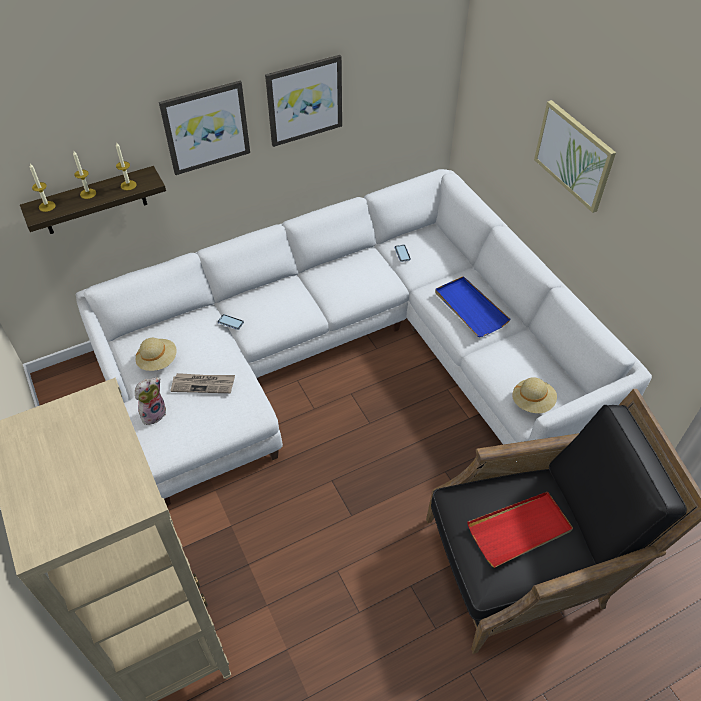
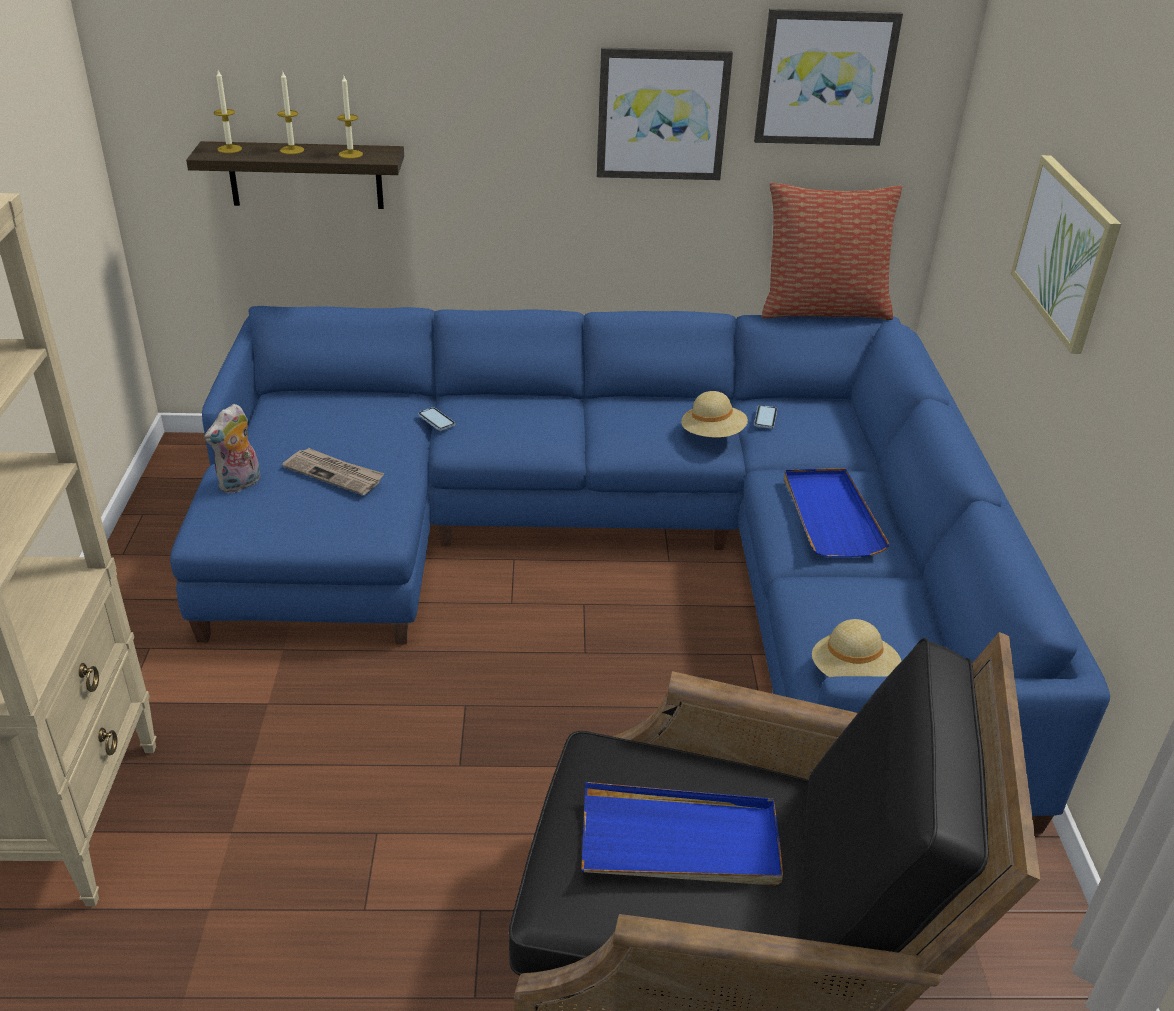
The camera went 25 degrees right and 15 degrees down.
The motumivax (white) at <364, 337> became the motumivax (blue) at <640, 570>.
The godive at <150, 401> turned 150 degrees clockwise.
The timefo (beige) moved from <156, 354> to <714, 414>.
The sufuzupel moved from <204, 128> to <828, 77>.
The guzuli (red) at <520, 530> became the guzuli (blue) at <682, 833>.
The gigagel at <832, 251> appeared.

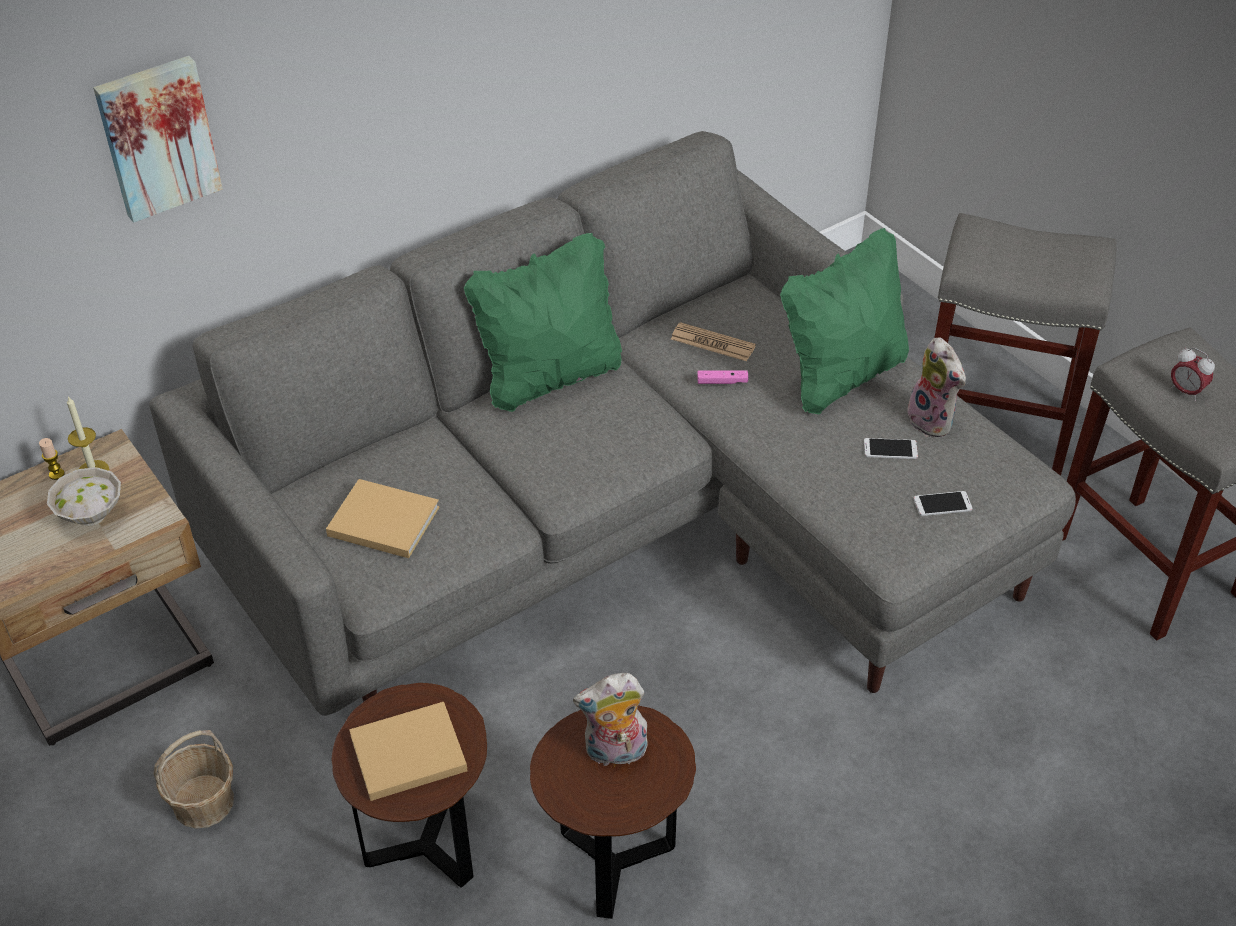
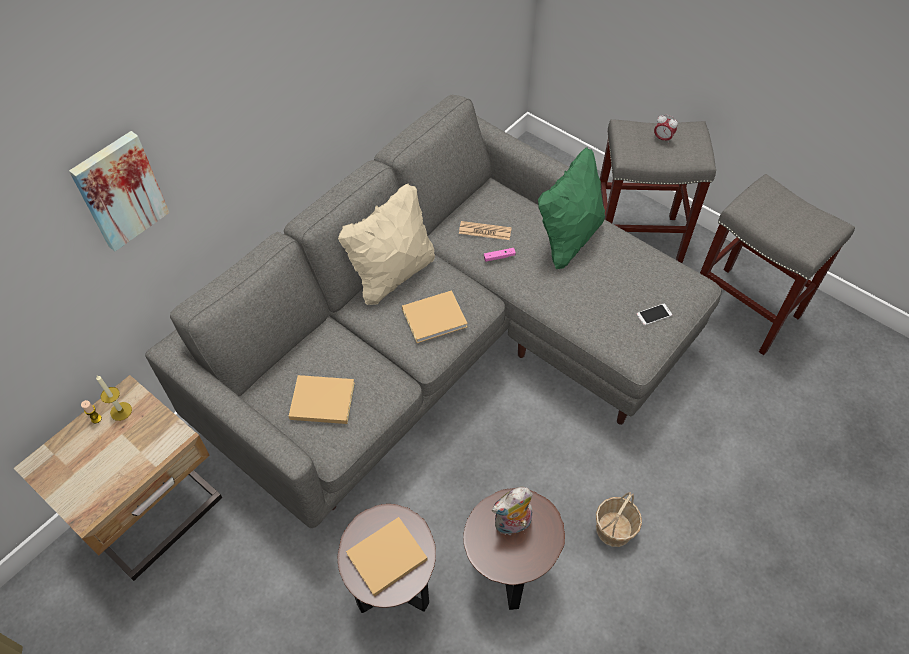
The camera went 15 degrees left and 10 degrees up.
The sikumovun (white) at <84, 496> disappeared.
The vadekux moved from <194, 779> to <619, 519>.
The gigagel (green) at <543, 322> became the gigagel (beige) at <386, 244>.
The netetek at <891, 448> disappeared.
The godive at <936, 387> disappeared.
The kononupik moved from <1193, 374> to <666, 129>.
The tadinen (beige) at <435, 316> appeared.

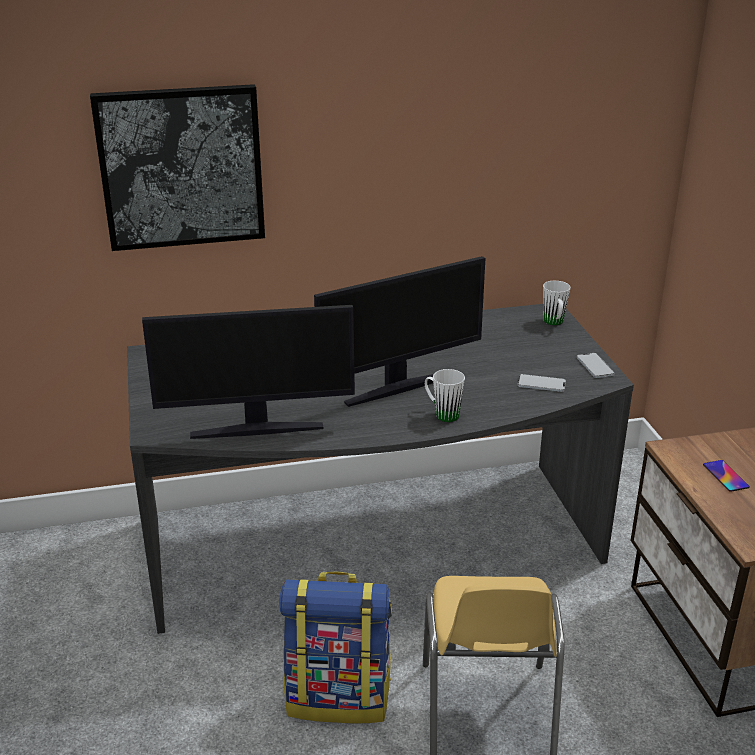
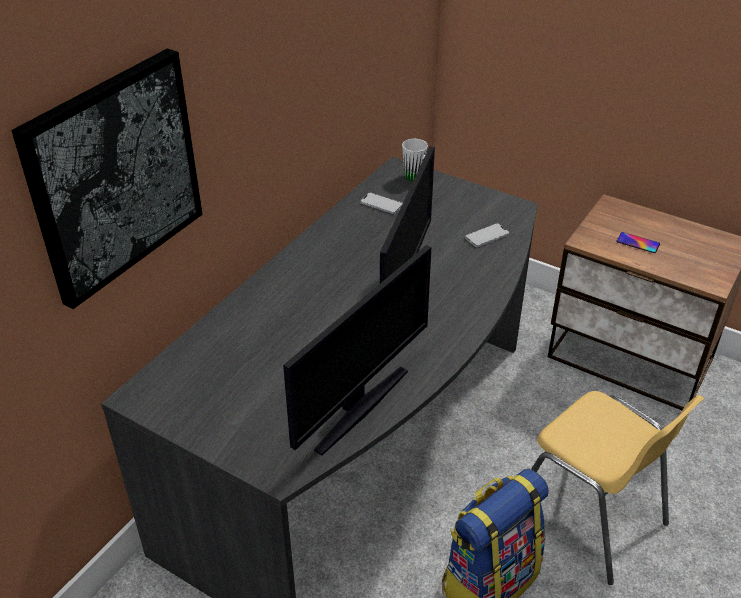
The camera went 45 degrees left and 10 degrees up.
The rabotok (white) at <445, 395> disappeared.
The netetek moved from <596, 365> to <381, 203>.

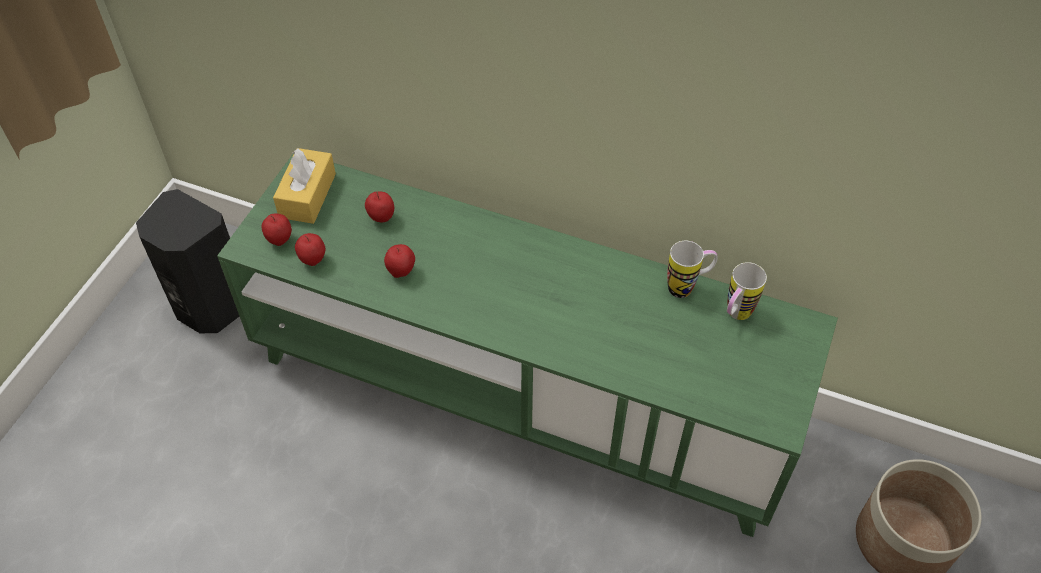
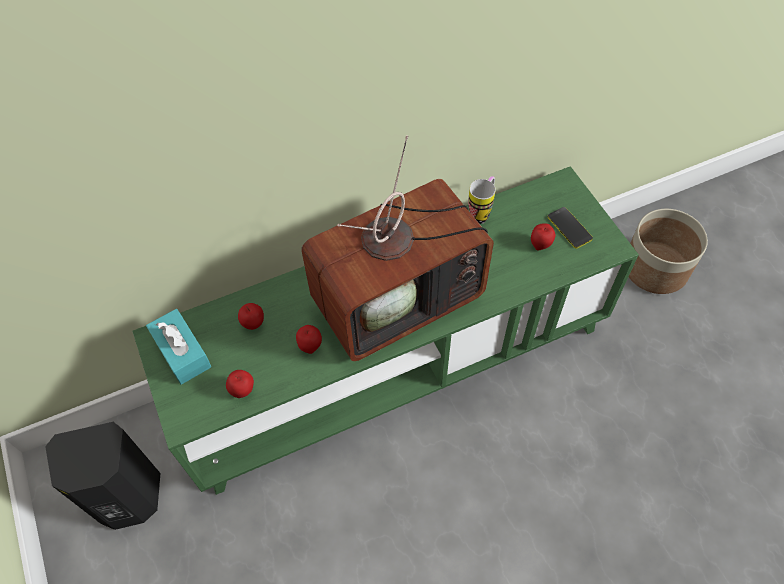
The camera went 45 degrees left and 5 degrees up.
The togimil moved from <277, 230> to <543, 236>.
The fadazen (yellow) at <304, 186> became the fadazen (turquoise) at <179, 347>.
The rabotok at <747, 291> disappeared.
The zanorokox at <397, 248> appeared.
The netetek at <570, 228> appeared.

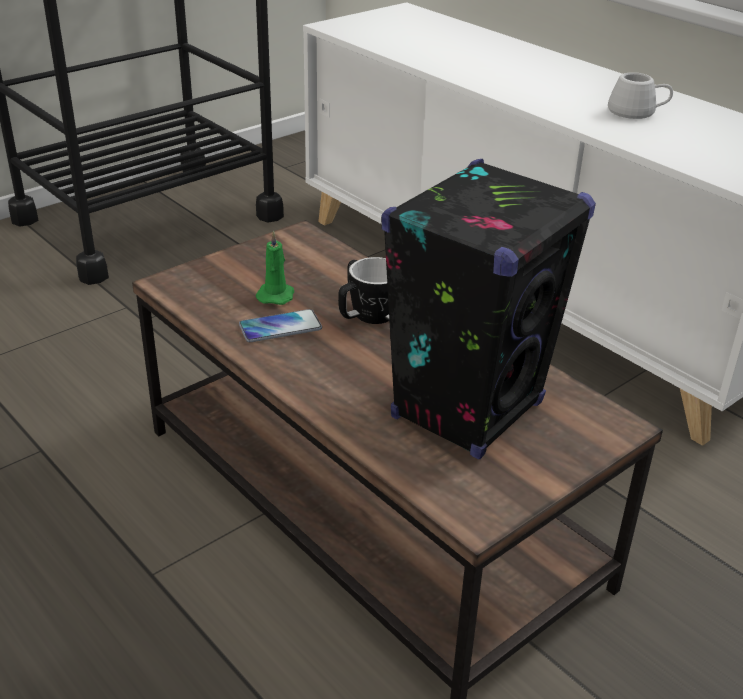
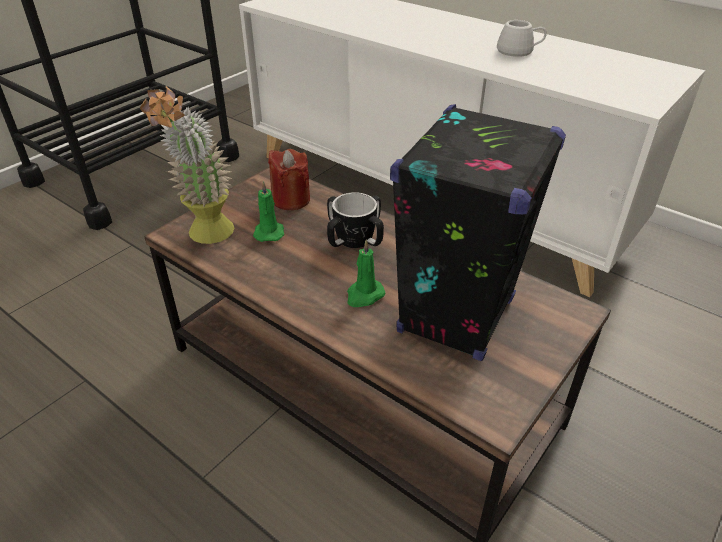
The camera went 10 degrees left and 5 degrees up.
The netetek at <280, 325> disappeared.
The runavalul at <187, 165> appeared.
The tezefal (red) at <289, 179> appeared.
The tezefal (green) at <366, 273> appeared.

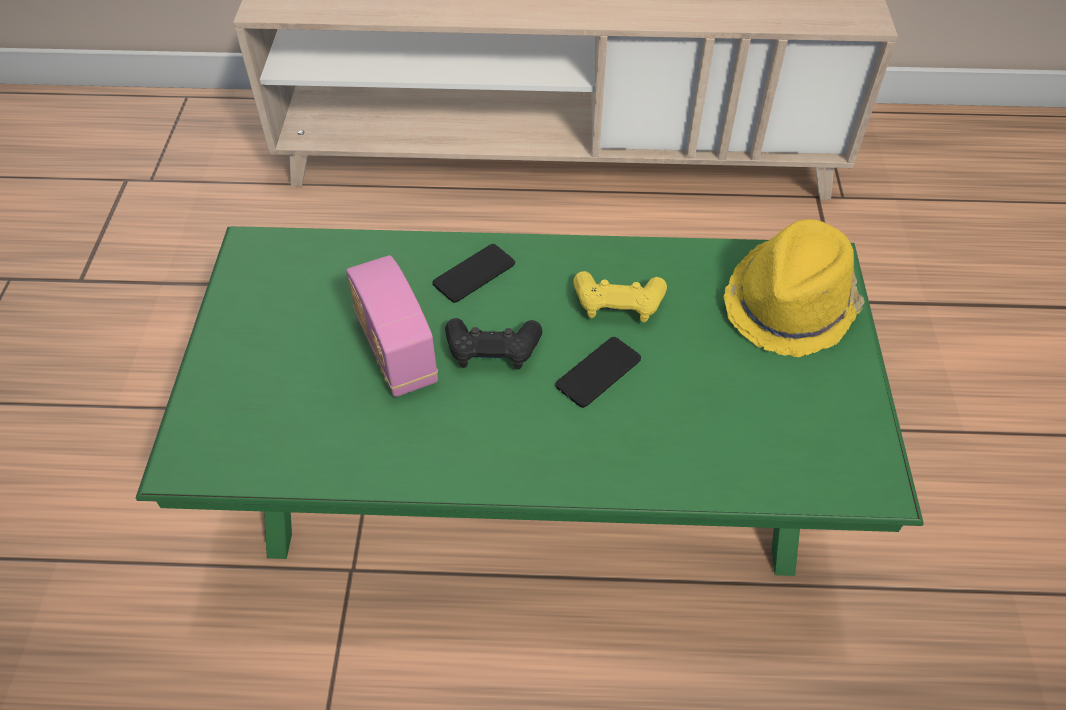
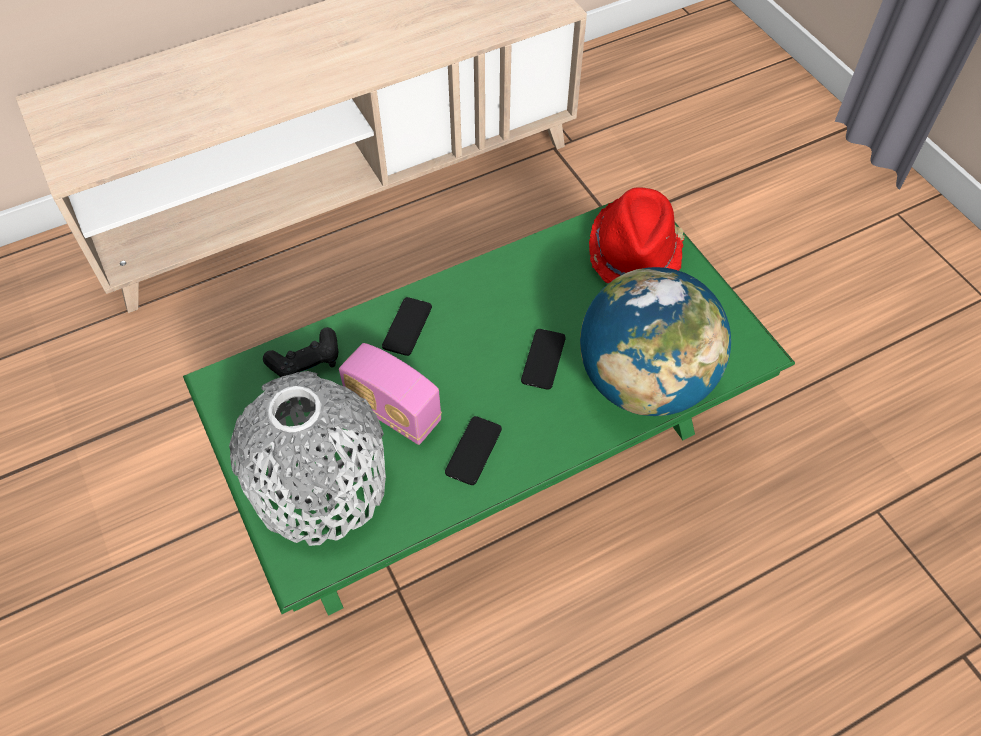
The camera went 30 degrees left and 5 degrees up.
The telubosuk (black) moved from <493, 344> to <300, 352>.
The telubosuk (yellow) at <620, 296> disappeared.
The timefo (yellow) at <794, 288> became the timefo (red) at <637, 235>.
The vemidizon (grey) at <307, 458> appeared.
The netetek at <473, 450> appeared.
The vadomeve at <655, 341> appeared.

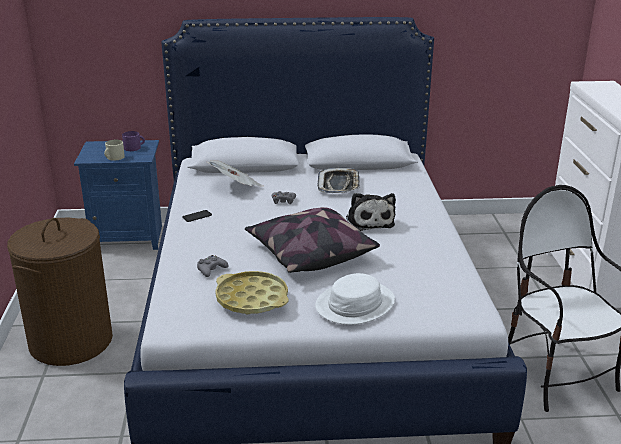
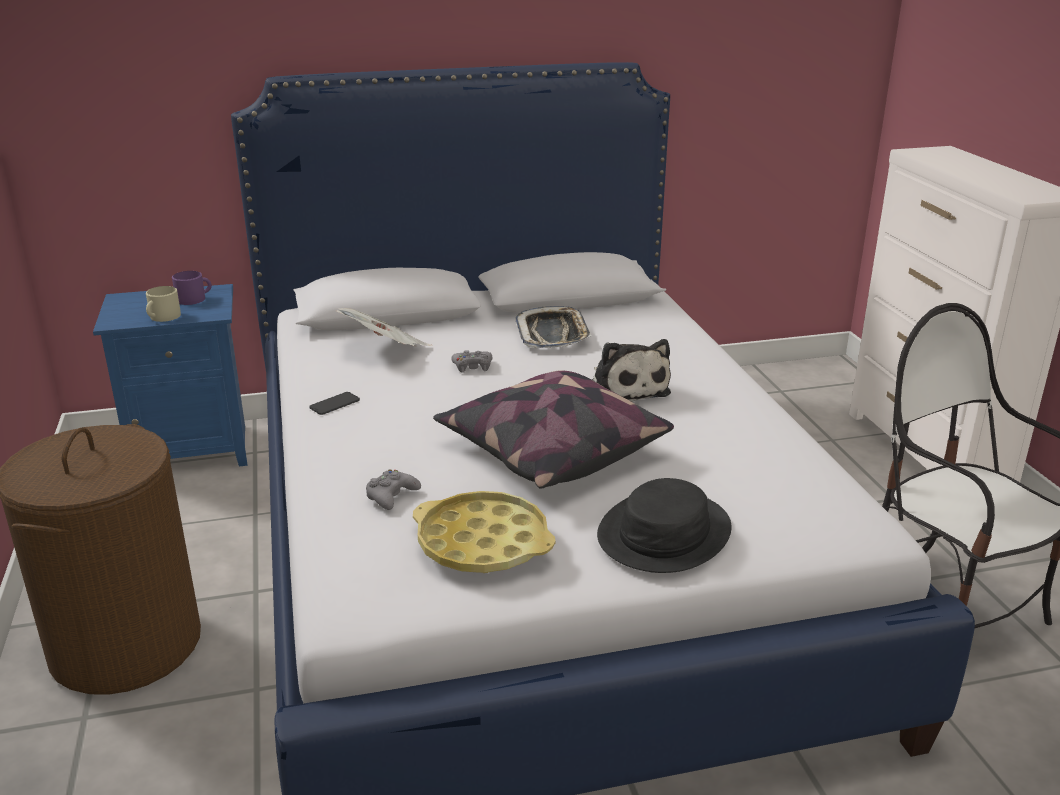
The camera went 10 degrees left and 0 degrees up.
The timefo (white) at <355, 299> became the timefo (black) at <664, 525>.

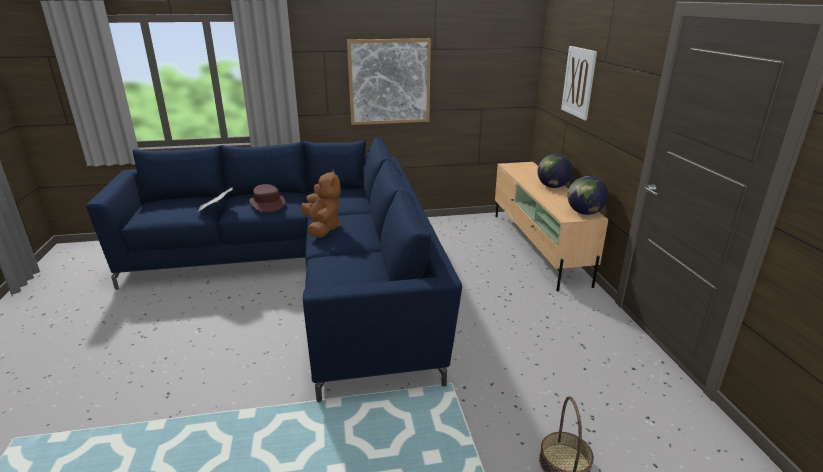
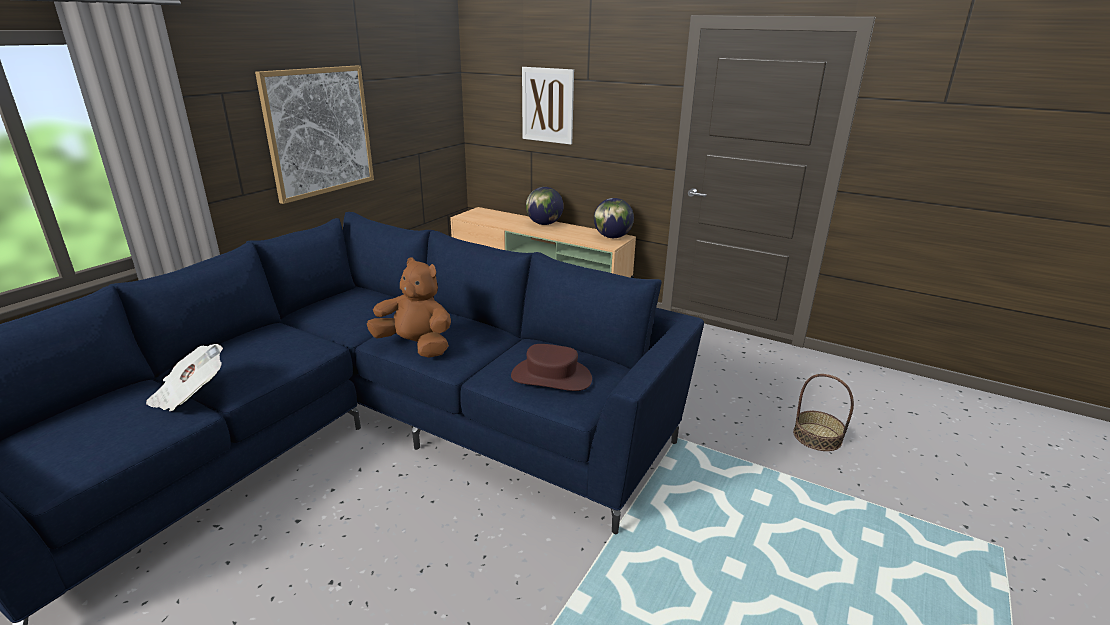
The camera went 50 degrees left and 0 degrees up.
The timefo (brown) moved from <267, 198> to <551, 367>.

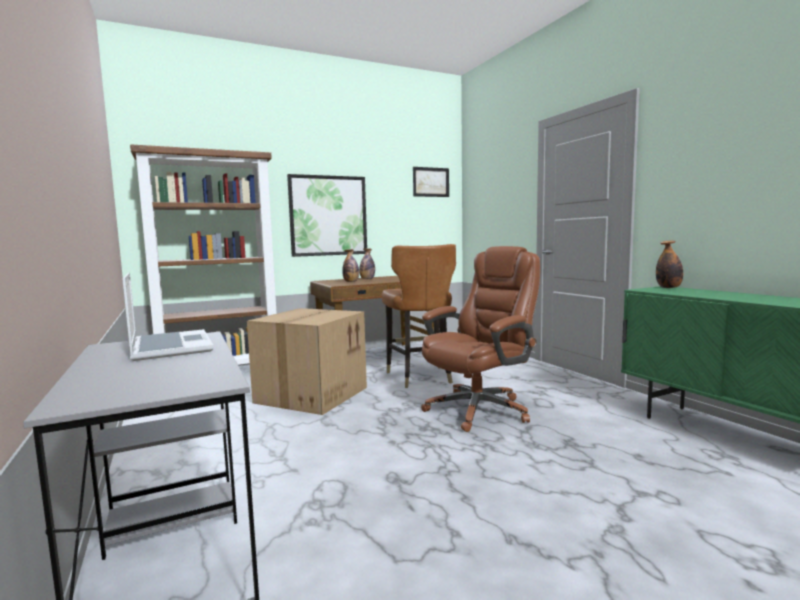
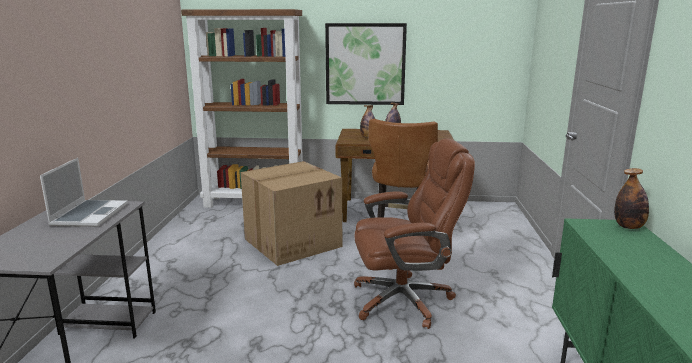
The camera went 30 degrees right and 10 degrees up.
The sufuzupel at <431, 182> disappeared.

